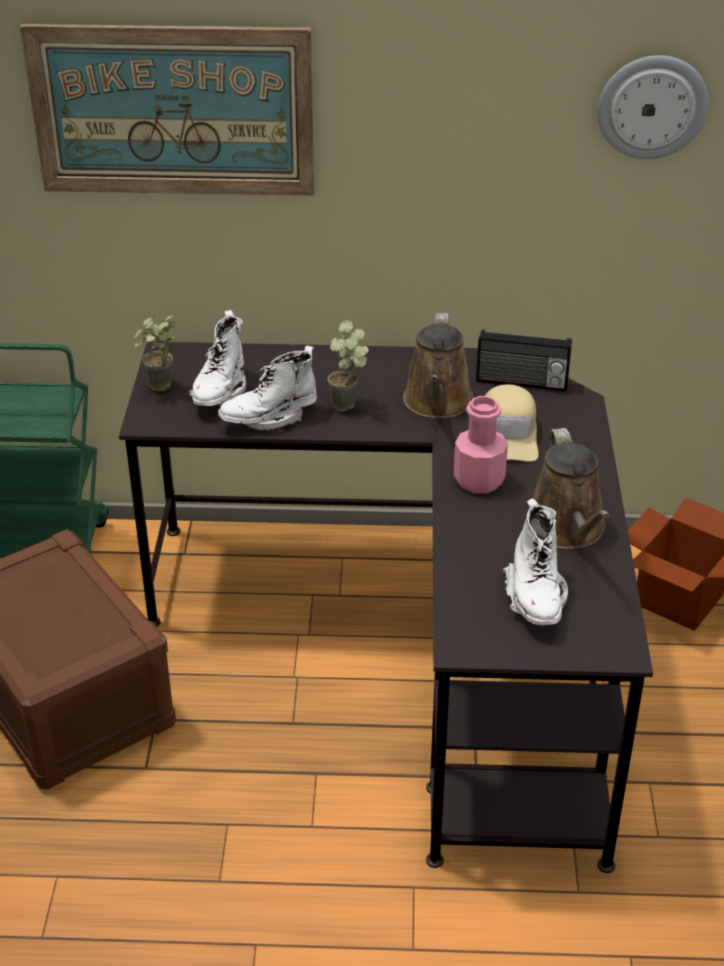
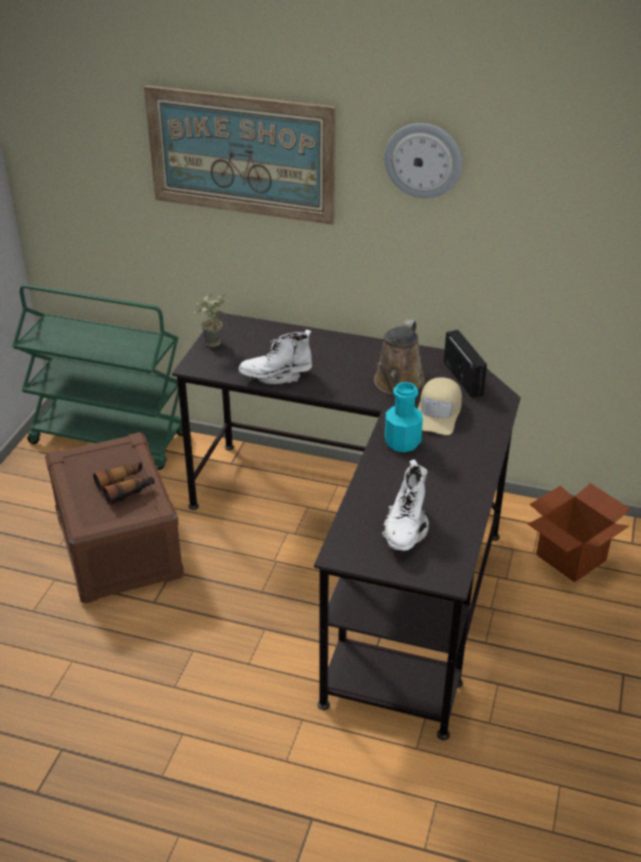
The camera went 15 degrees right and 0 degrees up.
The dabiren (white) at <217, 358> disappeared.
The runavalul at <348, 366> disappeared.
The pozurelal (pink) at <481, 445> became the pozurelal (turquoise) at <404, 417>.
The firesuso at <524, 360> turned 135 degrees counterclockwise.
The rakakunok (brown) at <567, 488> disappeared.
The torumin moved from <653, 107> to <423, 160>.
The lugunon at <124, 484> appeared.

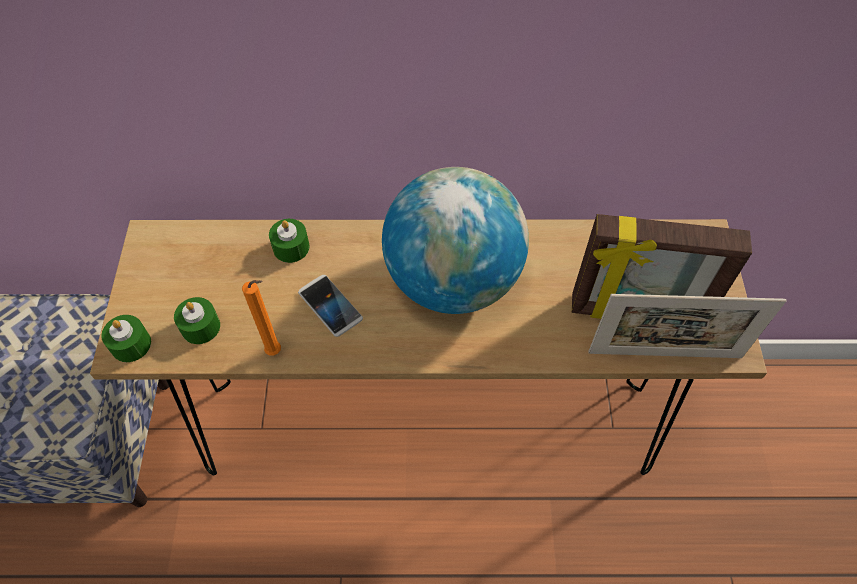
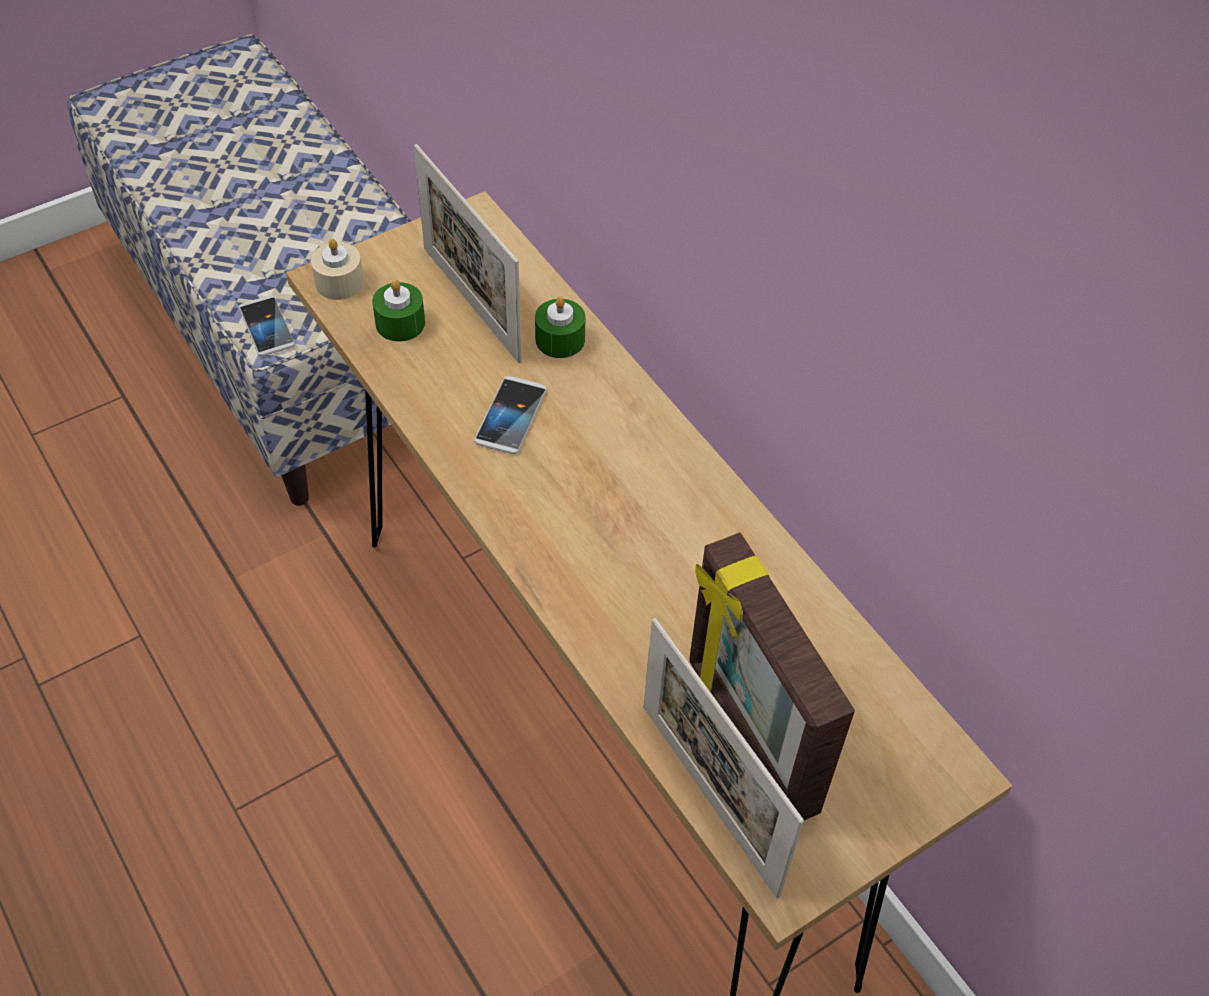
The camera went 55 degrees right and 5 degrees down.
The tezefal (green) at <126, 338> became the tezefal (beige) at <337, 269>.
The tezefal (orange) at <261, 317> disappeared.
The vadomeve at <455, 240> disappeared.
The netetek at <267, 326> appeared.
The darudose at <468, 253> appeared.

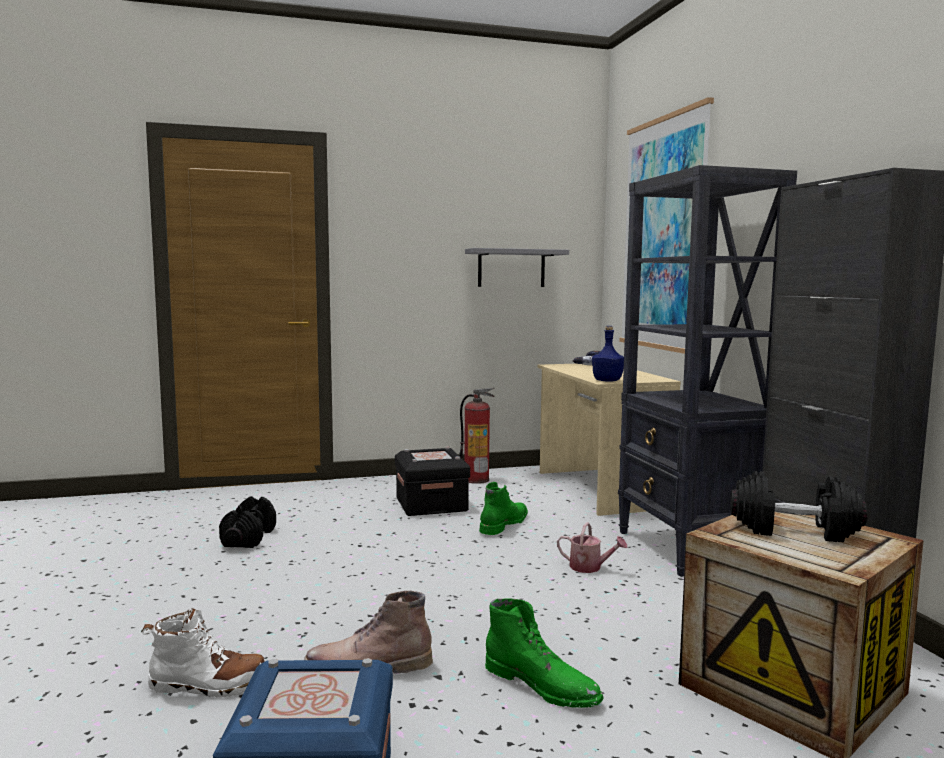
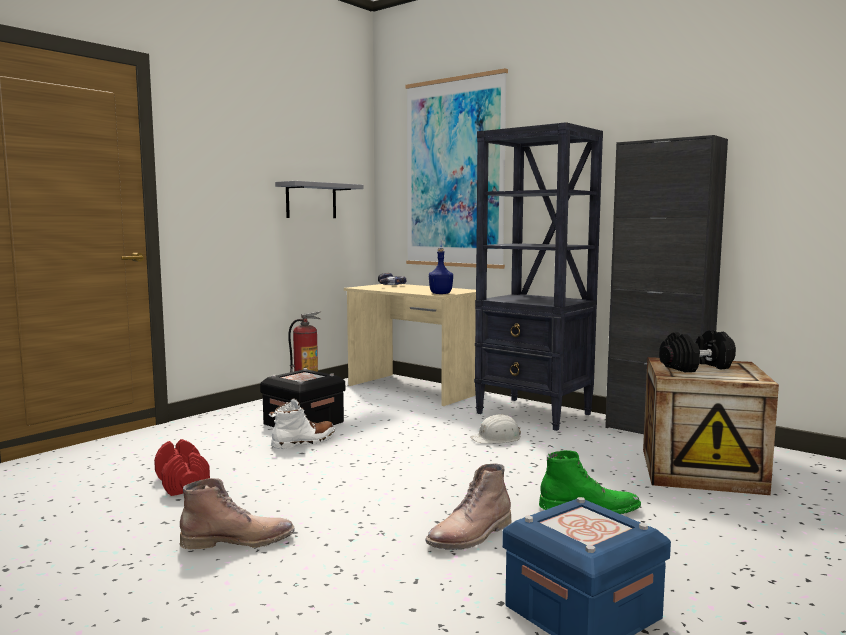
The camera went 35 degrees left and 0 degrees up.
The dabiren (white) moved from <203, 652> to <302, 423>.
The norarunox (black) at <247, 522> became the norarunox (red) at <182, 467>.
The dabiren (green) at <503, 508> disappeared.
The rakakunok at <592, 547> was replaced by the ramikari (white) at <495, 429>.
The dabiren (brown) at <237, 514> appeared.

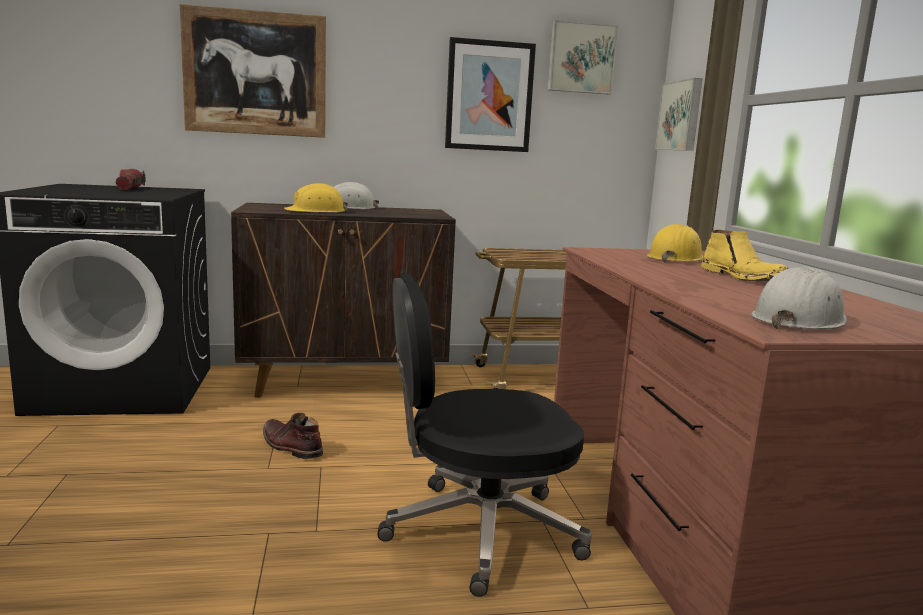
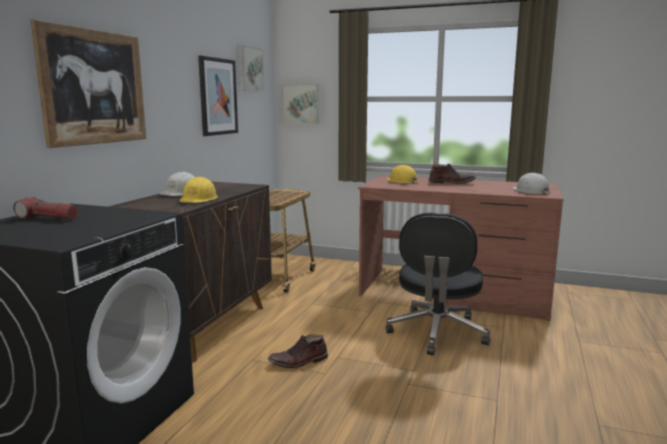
The camera went 60 degrees left and 0 degrees up.
The dabiren (yellow) at <744, 255> became the dabiren (brown) at <452, 174>.

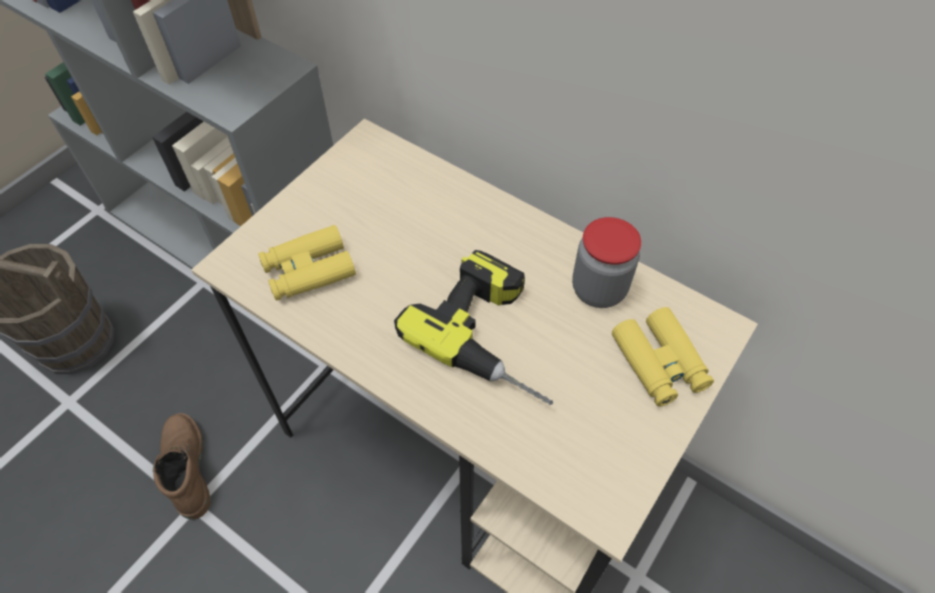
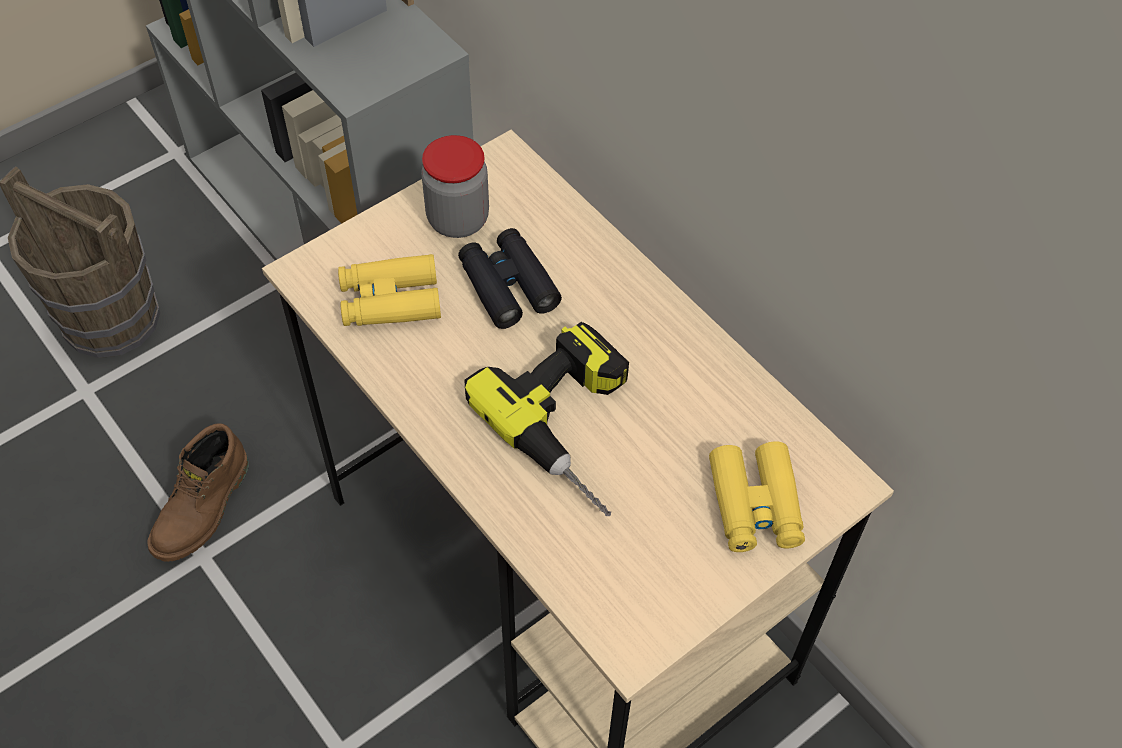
The camera went 15 degrees right and 0 degrees up.
The dabiren (brown) at <182, 466> turned 150 degrees counterclockwise.
The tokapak moved from <606, 262> to <455, 186>.
The lugunon (black) at <510, 278> appeared.

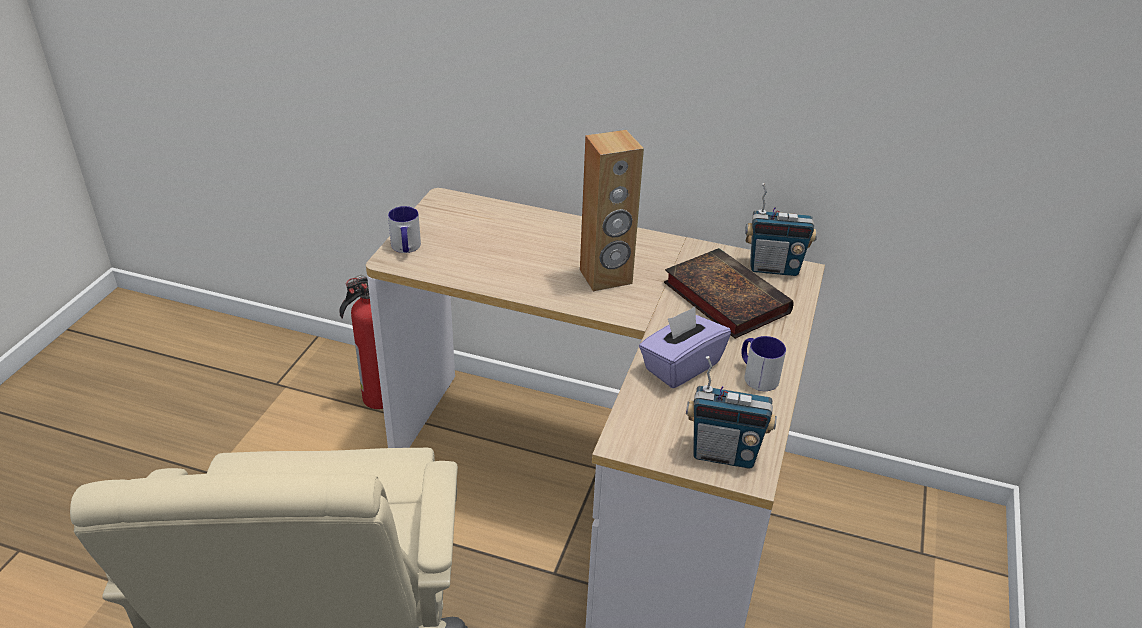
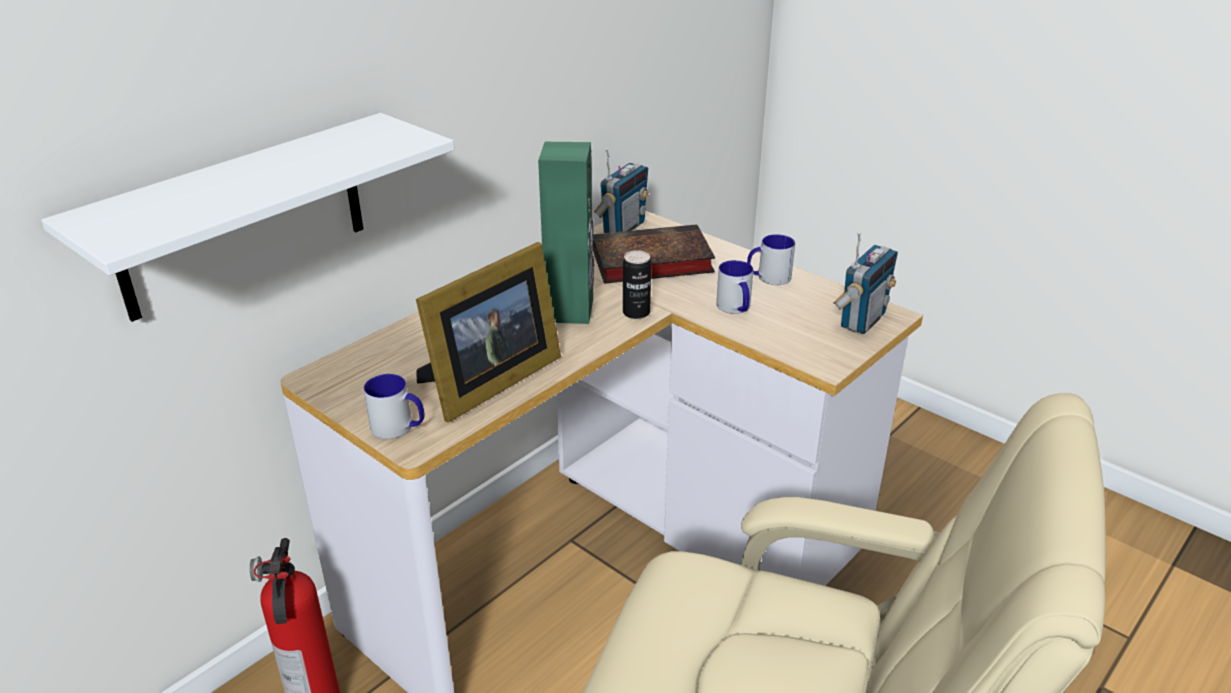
The camera went 65 degrees left and 5 degrees down.
The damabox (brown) at <612, 210> became the damabox (green) at <566, 233>.
The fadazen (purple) at <685, 347> was replaced by the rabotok at <734, 287>.
The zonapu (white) at <247, 217> appeared.
The darudose at <488, 332> appeared.
The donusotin at <637, 284> appeared.

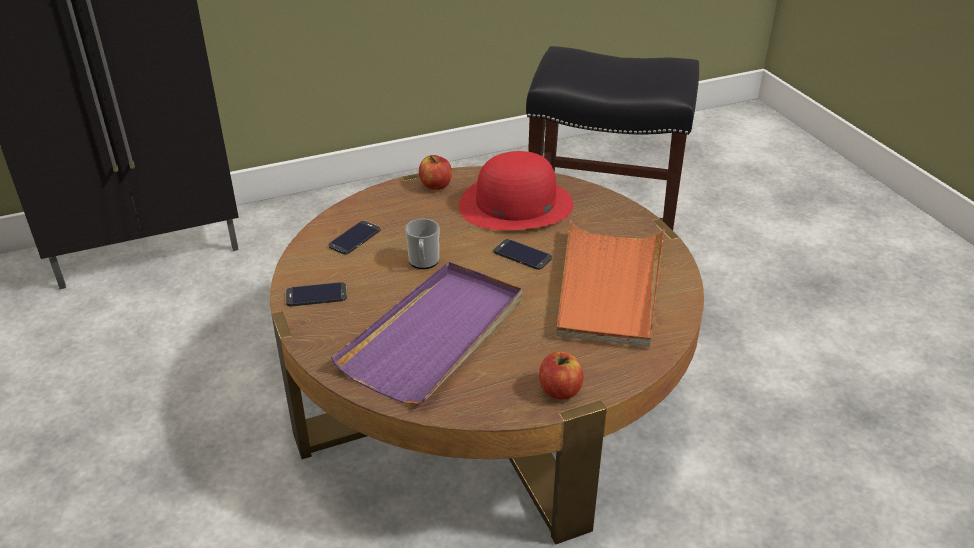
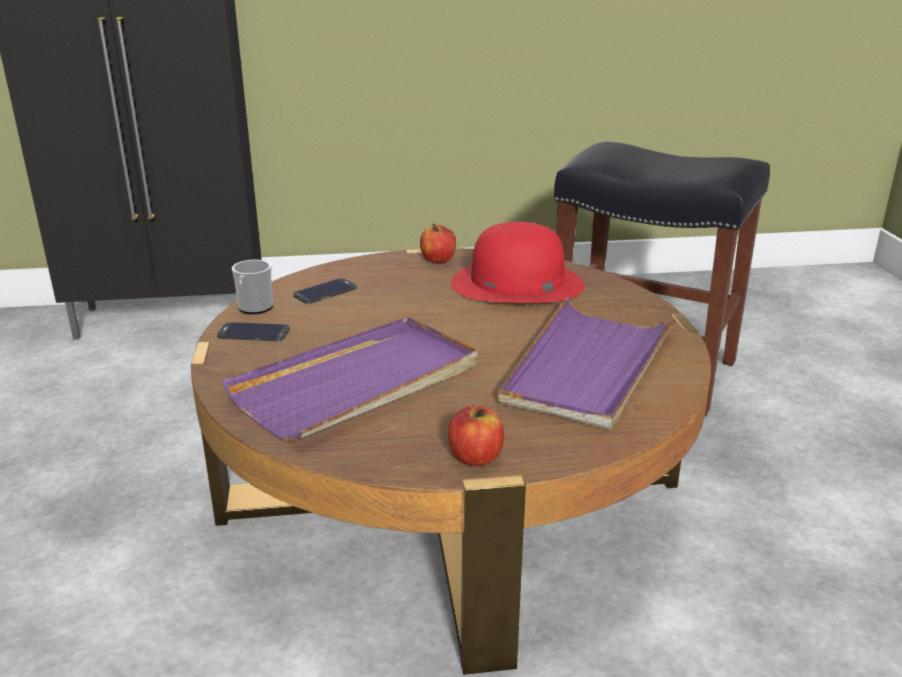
The camera went 15 degrees right and 10 degrees down.
The rabotok moved from <422, 244> to <252, 287>.
The netetek at <523, 254> disappeared.
The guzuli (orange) at <610, 283> became the guzuli (purple) at <587, 363>.

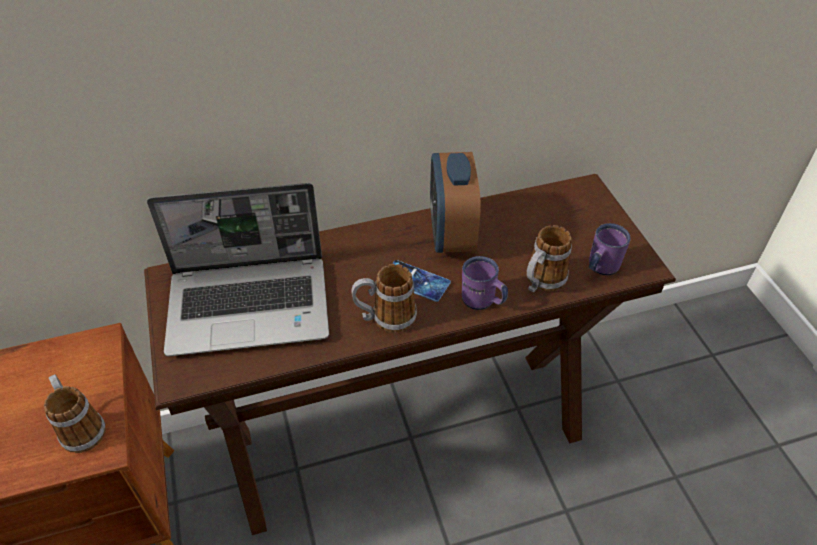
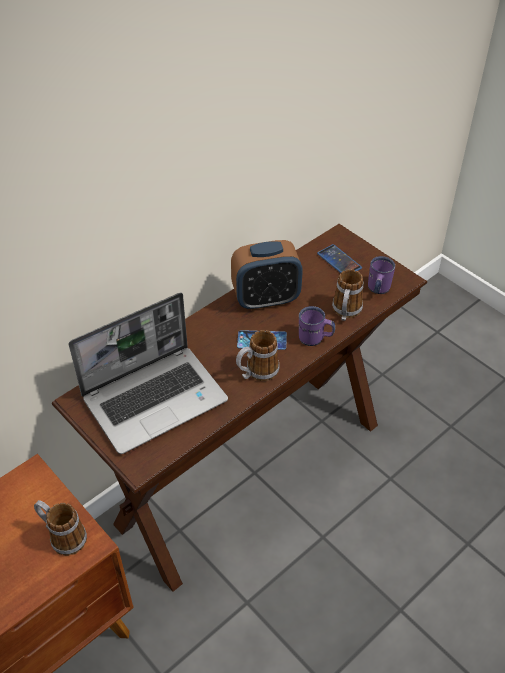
The camera went 25 degrees left and 0 degrees up.
The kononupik at <455, 202> turned 75 degrees counterclockwise.
The netetek at <339, 258> appeared.

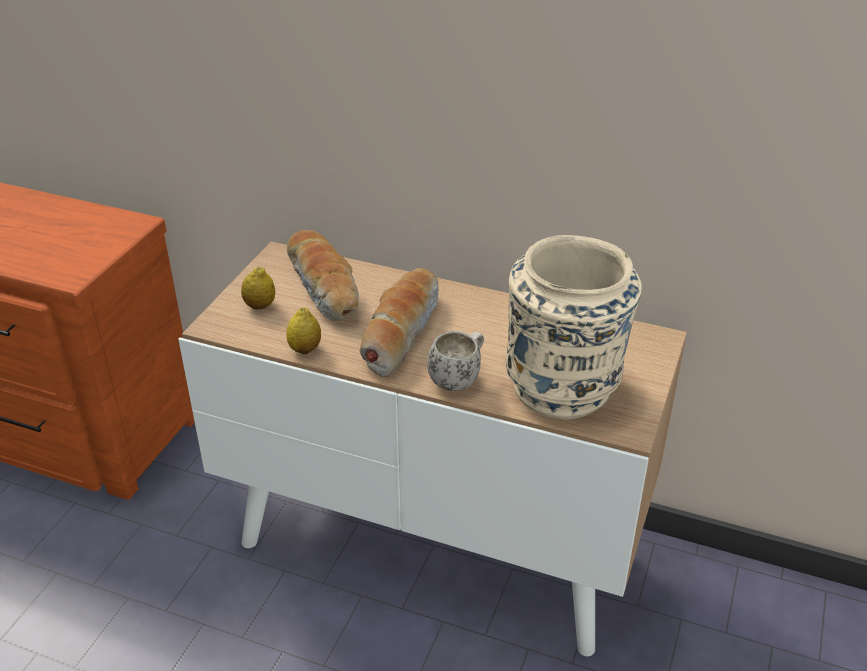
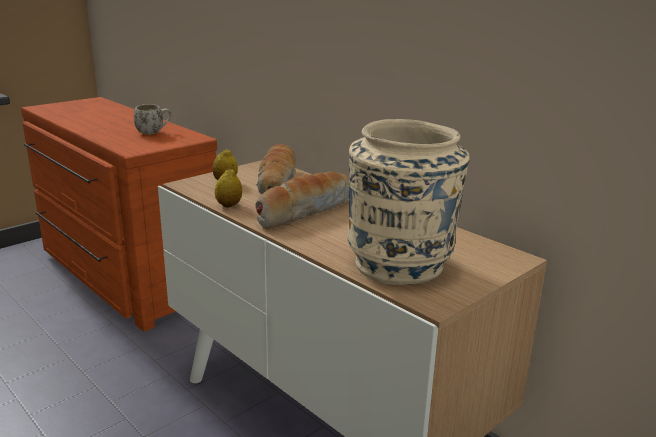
The camera went 25 degrees right and 15 degrees down.
The rabotok (white) moved from <455, 361> to <153, 119>.

